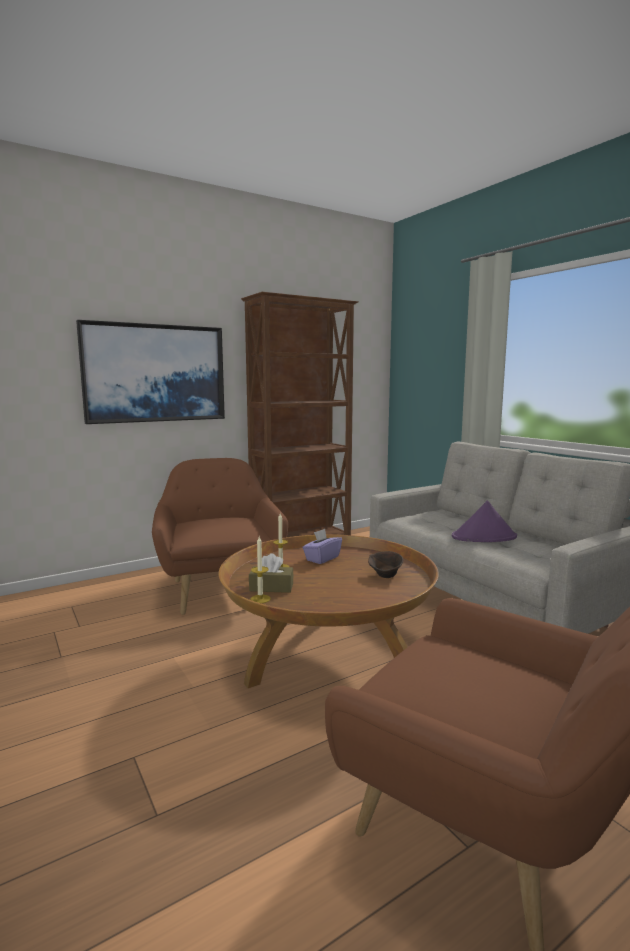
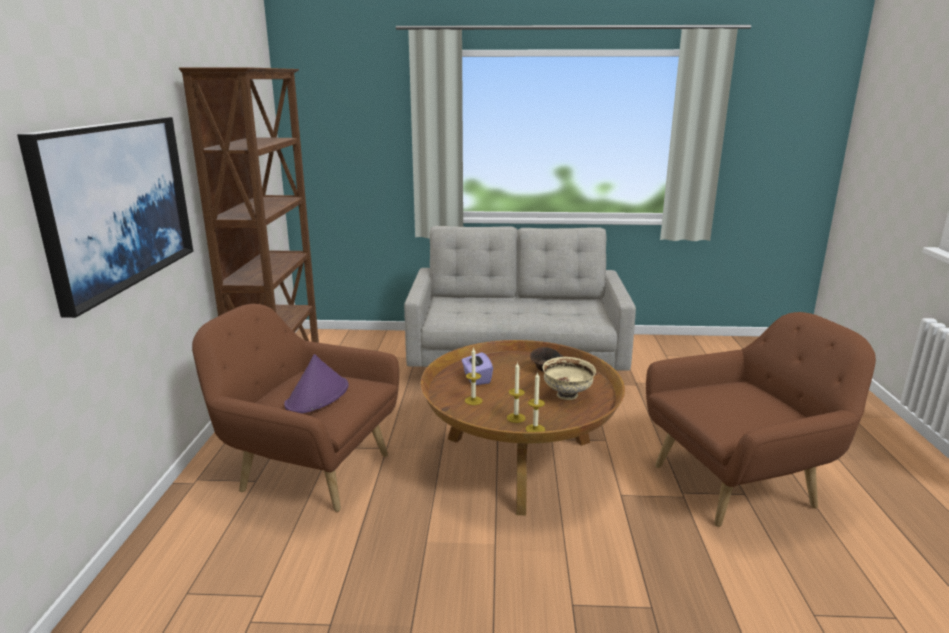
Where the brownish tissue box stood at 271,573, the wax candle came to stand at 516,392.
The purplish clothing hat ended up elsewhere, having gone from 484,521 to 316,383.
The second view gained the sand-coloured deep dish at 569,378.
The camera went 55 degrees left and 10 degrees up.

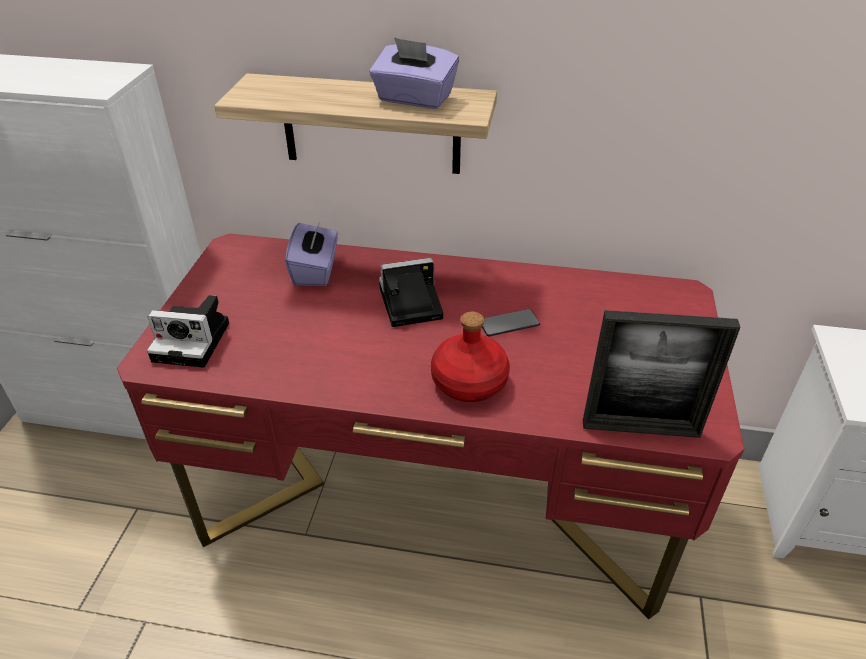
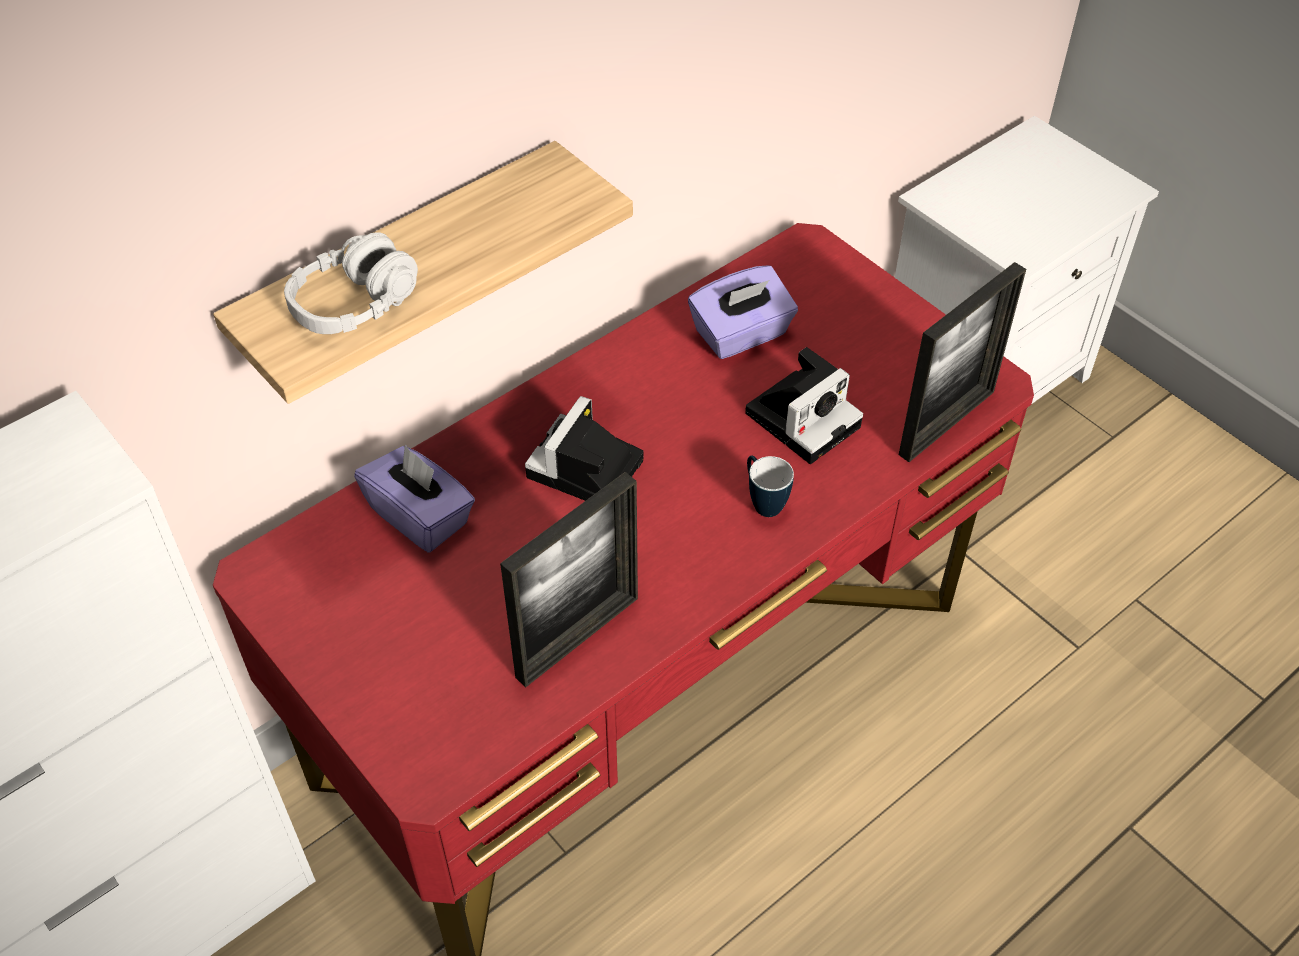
The still camera ended up elsewhere, having gone from 188,331 to 804,405.
The purplish tissue box ended up elsewhere, having gone from 414,73 to 743,312.
Where the red drink bottle stood at 470,357, the tea mug came to stand at 770,486.
The second view lost the telephone at 511,322.
The second view gained the greyish headphones at 351,283.
The second view gained the photo frame at 569,579.
The camera went 50 degrees left and 10 degrees up.

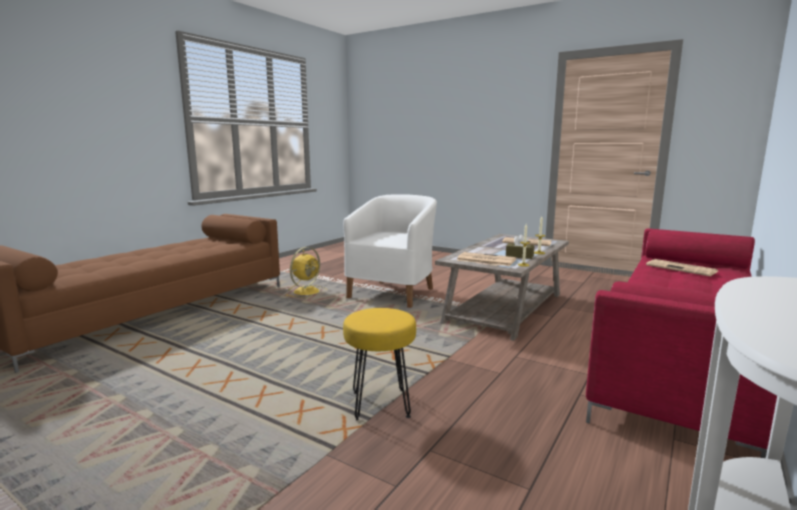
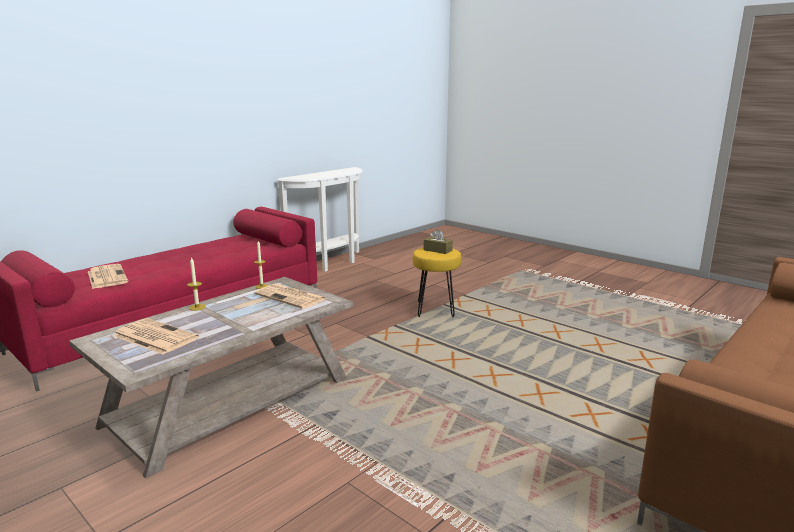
The second view lost the yellowish electric fan at 305,272.
The second view lost the whitish lounge chair at 390,251.
The brownish tissue box ended up elsewhere, having gone from 520,247 to 438,241.
The camera went 170 degrees left and 5 degrees up.

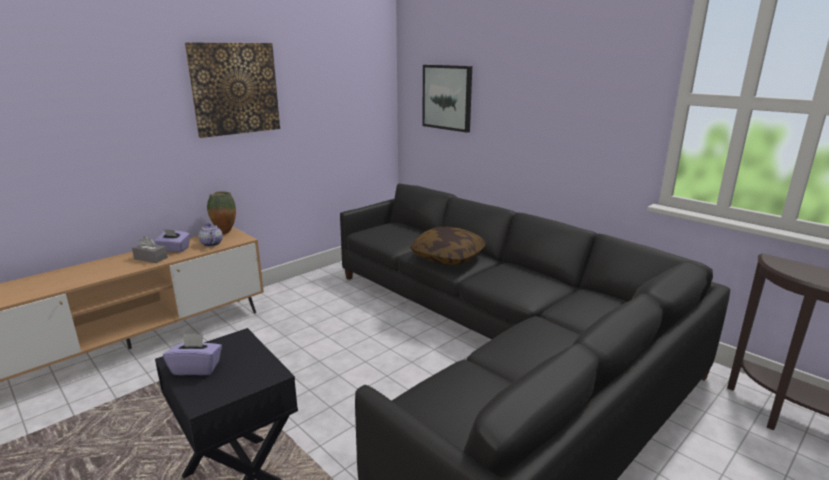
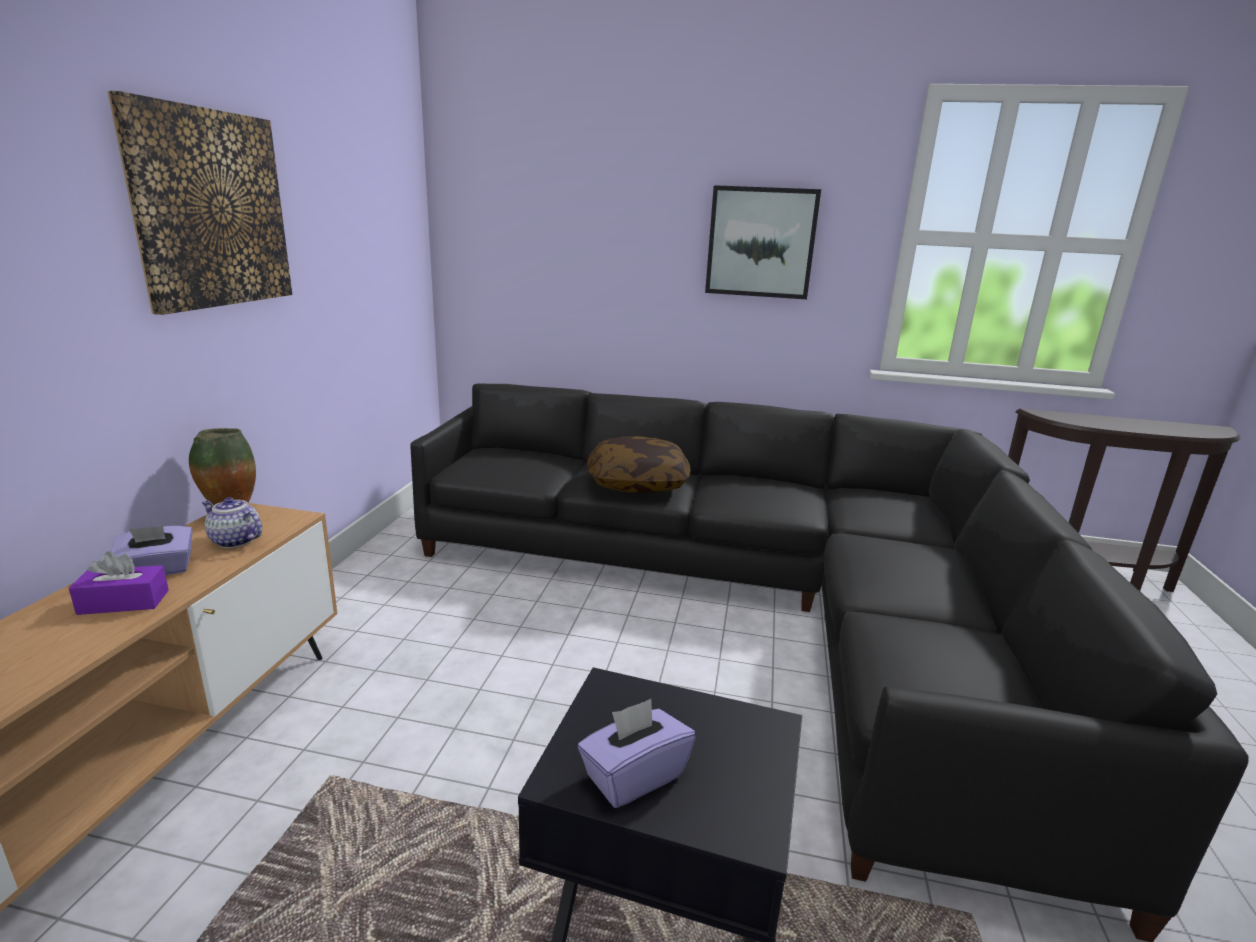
What was the greyish tissue box at 150,249 turned into the purplish tissue box at 119,583.
The wall art ended up elsewhere, having gone from 447,99 to 763,242.
The camera went 35 degrees left and 0 degrees up.

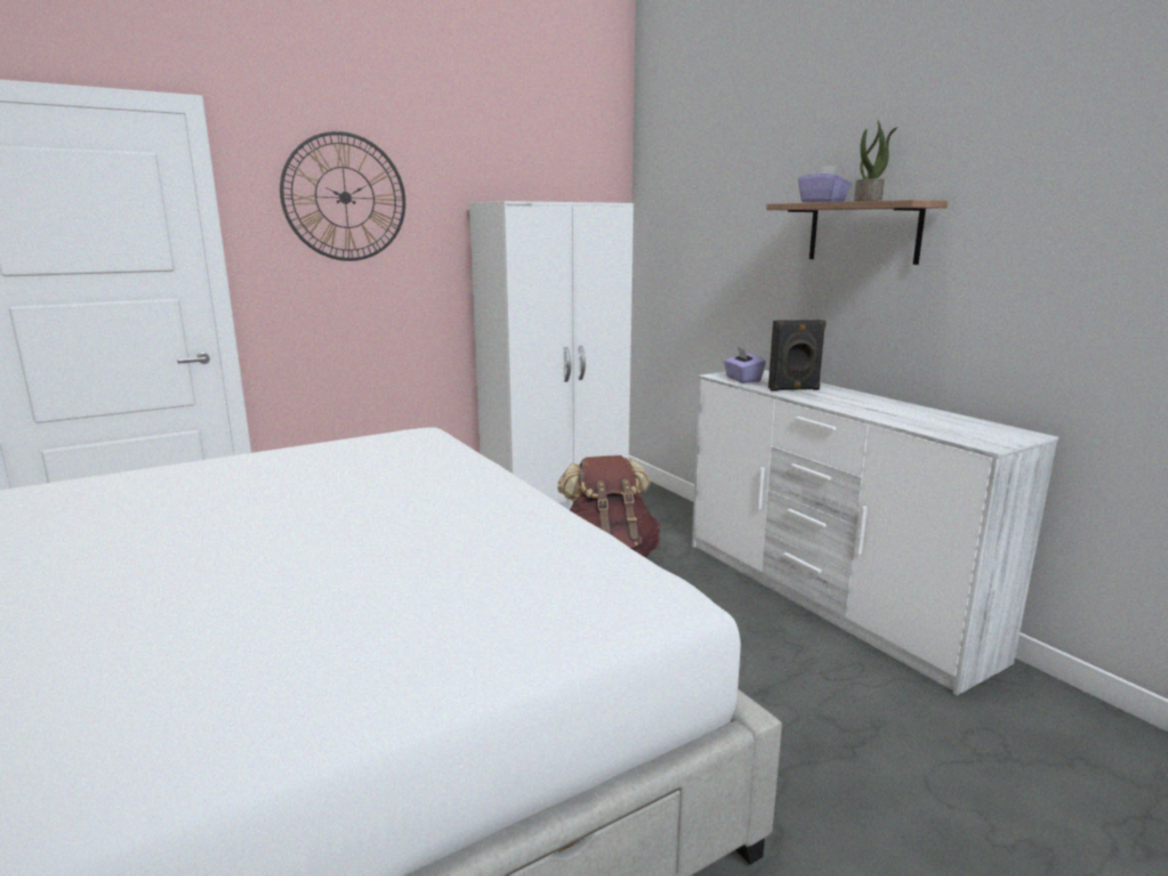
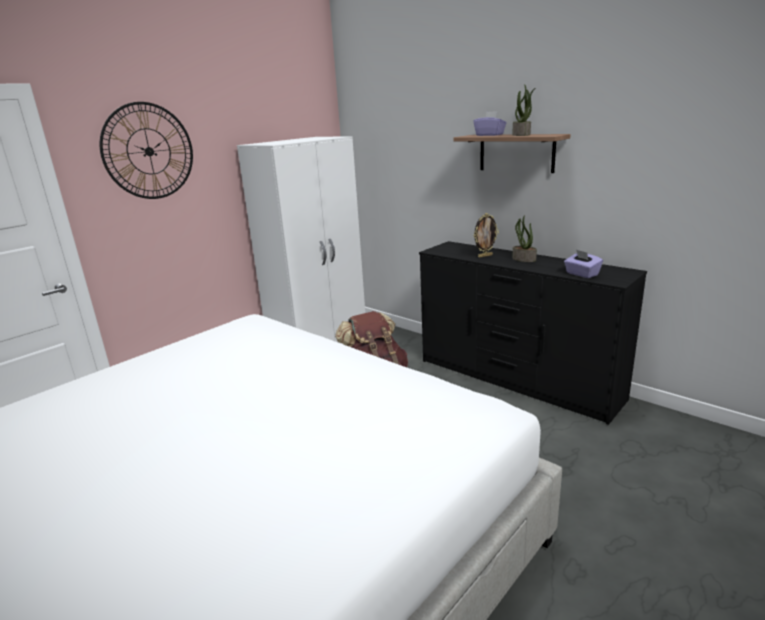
What was the whitish chest of drawers at 875,533 turned into the black-coloured chest of drawers at 533,333.
The purplish tissue box ended up elsewhere, having gone from 744,365 to 583,264.
Where the black-coloured speaker stood at 797,355, the photo frame came to stand at 486,235.
The second view gained the houseplant at 524,238.
The camera went 15 degrees left and 5 degrees up.

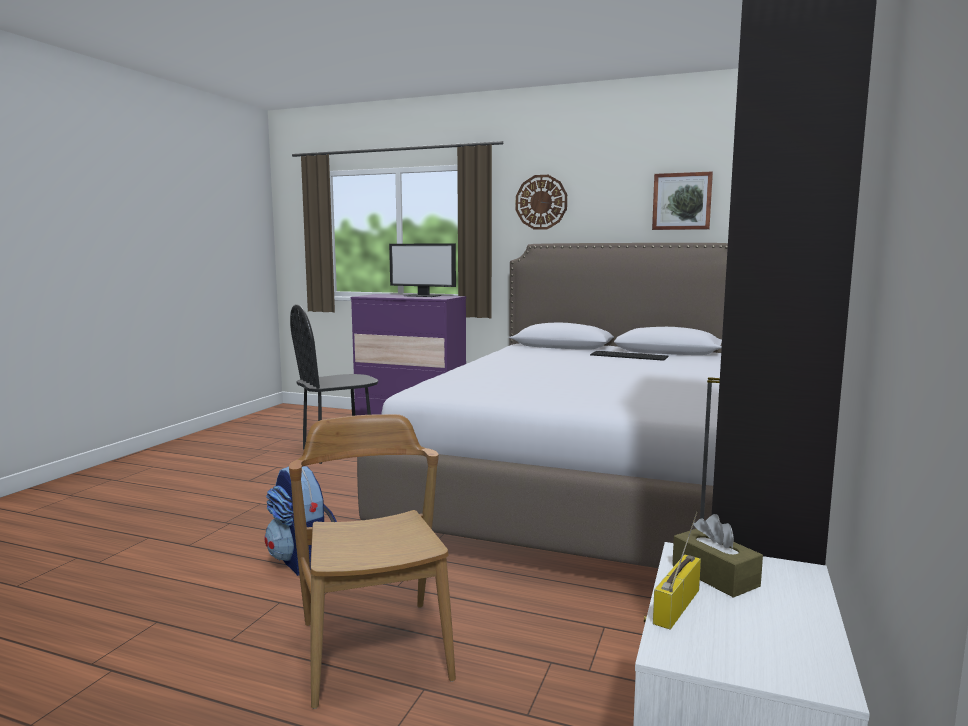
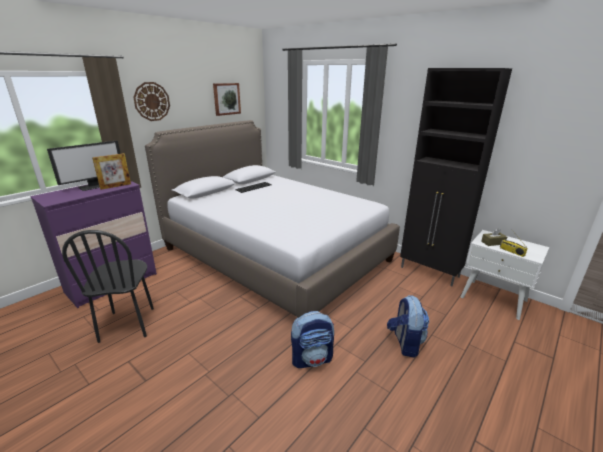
Where the brownish plain chair stood at 372,561, the rucksack came to stand at 408,326.
The second view gained the photo frame at 111,171.
The camera went 70 degrees left and 15 degrees up.

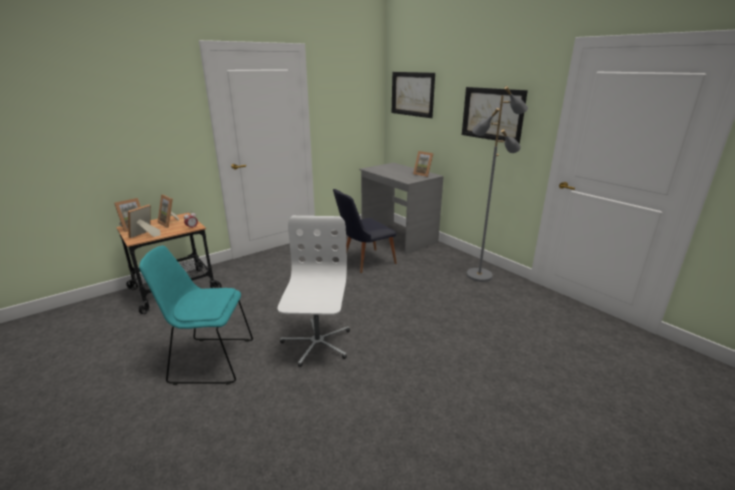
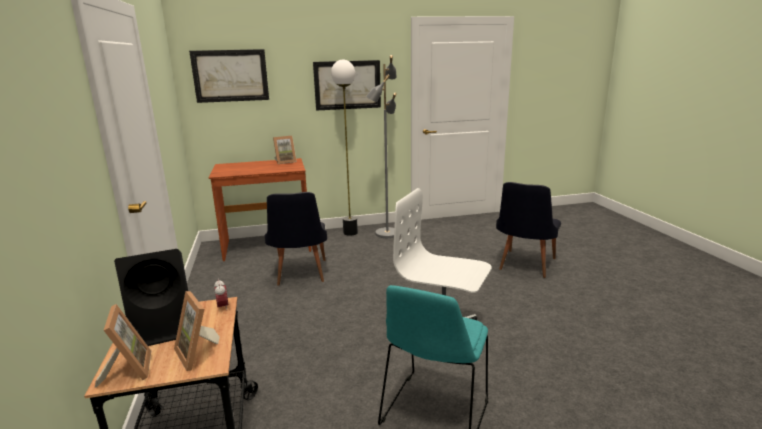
Where the photo frame stood at 168,211, the black-coloured speaker came to stand at 151,297.
What was the greyish desk unit at 401,208 turned into the brownish desk unit at 260,209.
The second view gained the standing lamp at 344,148.
The second view gained the black-coloured plain chair at 528,230.
The camera went 65 degrees left and 5 degrees down.

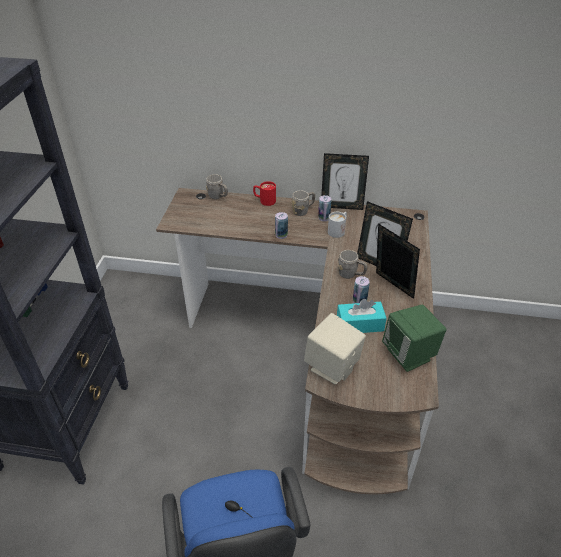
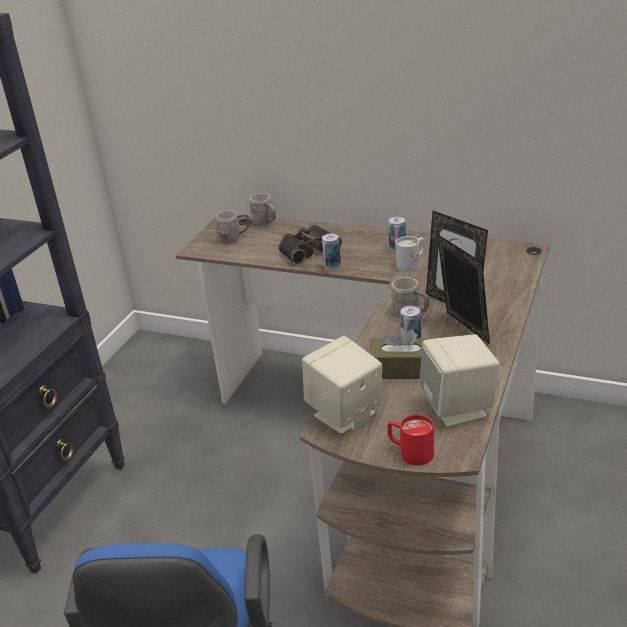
The red tea mug ended up elsewhere, having gone from 264,193 to 410,439.
The greyish tea mug ended up elsewhere, having gone from 303,203 to 232,227.
The second view lost the photo frame at 345,181.
What was the turquoise-coloured tissue box at 362,316 turned into the brownish tissue box at 400,353.
What was the greenish speaker at 414,338 turned into the sand-coloured speaker at 459,380.
The second view gained the field glasses at 310,245.
The camera went 15 degrees right and 10 degrees down.

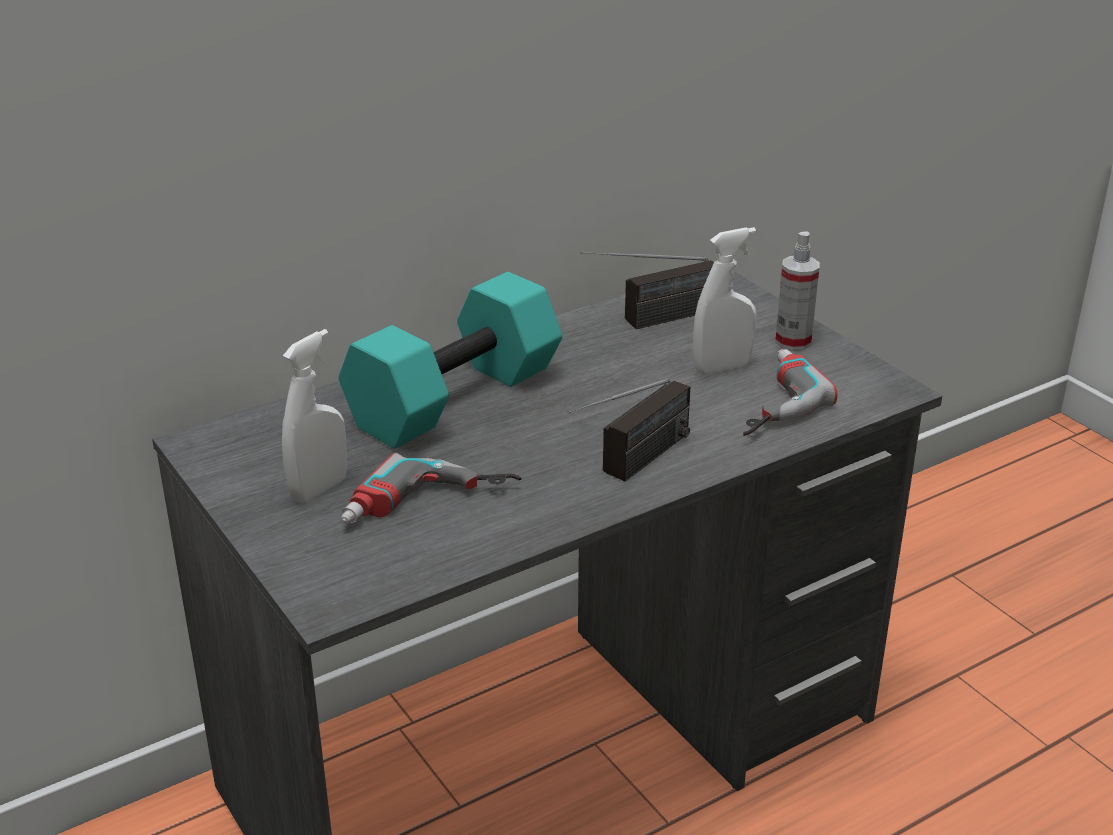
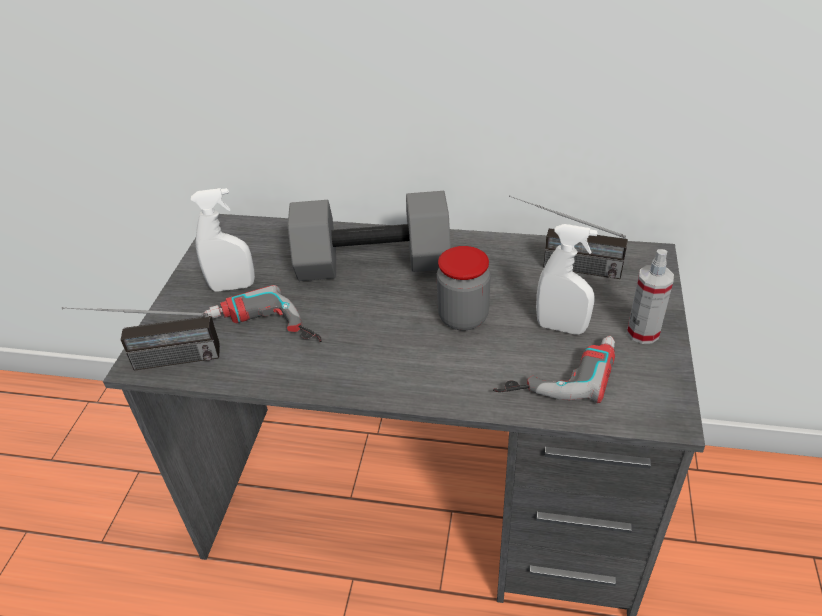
What was the turquoise-coloured free weight at 450,360 turned into the greyish free weight at 369,236.
The radio receiver ended up elsewhere, having gone from 628,430 to 141,339.
The second view gained the preserve jar at 464,288.
The camera went 45 degrees right and 10 degrees up.

